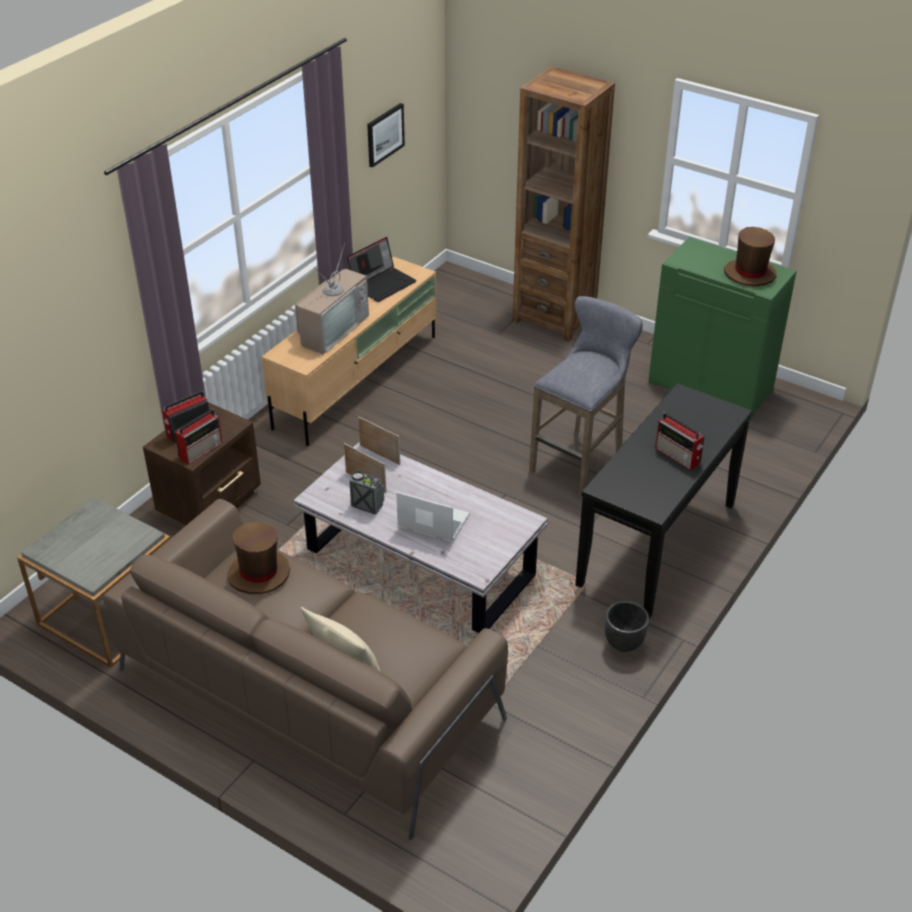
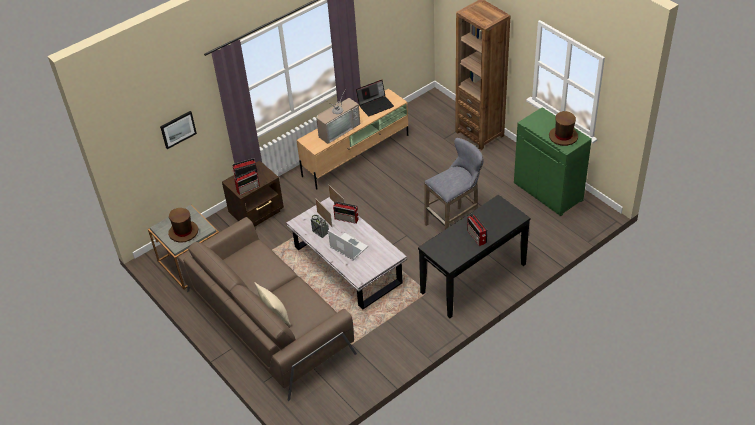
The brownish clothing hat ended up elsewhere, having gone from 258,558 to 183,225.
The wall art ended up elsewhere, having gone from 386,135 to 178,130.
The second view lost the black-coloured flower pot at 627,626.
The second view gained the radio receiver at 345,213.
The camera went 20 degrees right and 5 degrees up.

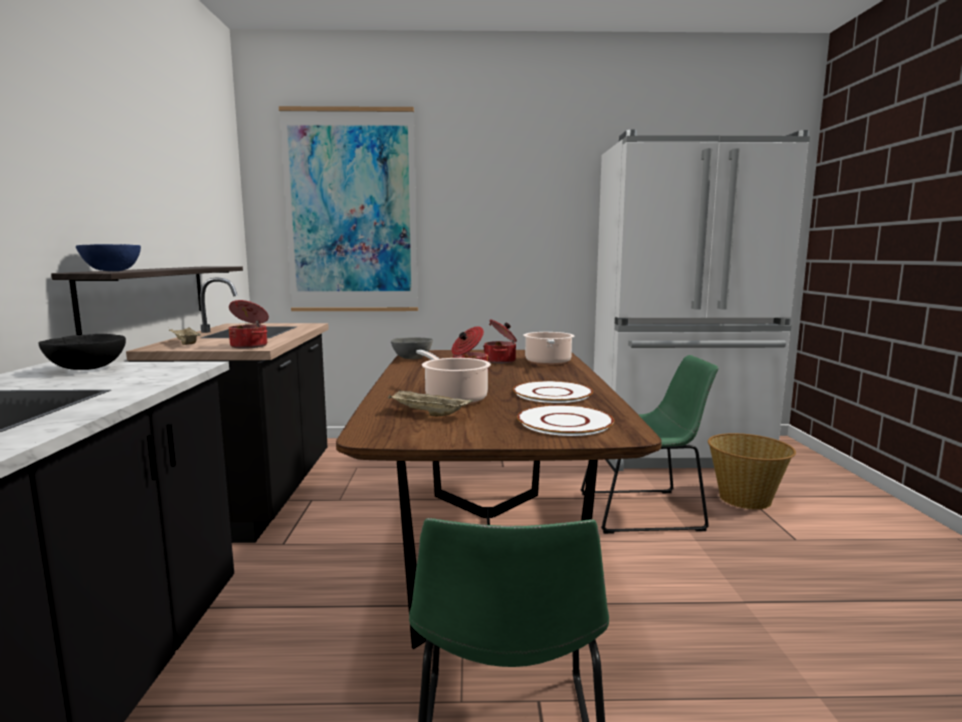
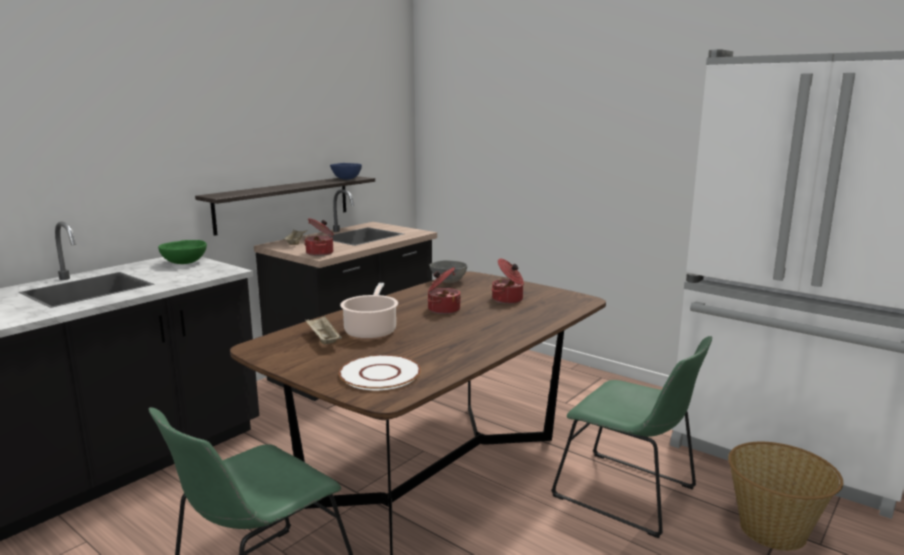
What was the black-coloured deep dish at 82,352 turned into the greenish deep dish at 182,252.
The blue-coloured deep dish ended up elsewhere, having gone from 108,257 to 346,171.
The second view lost the wall art at 348,208.
The second view lost the whitish flat dish at 553,392.
The second view lost the cooking pot at 548,348.
The camera went 40 degrees right and 5 degrees up.

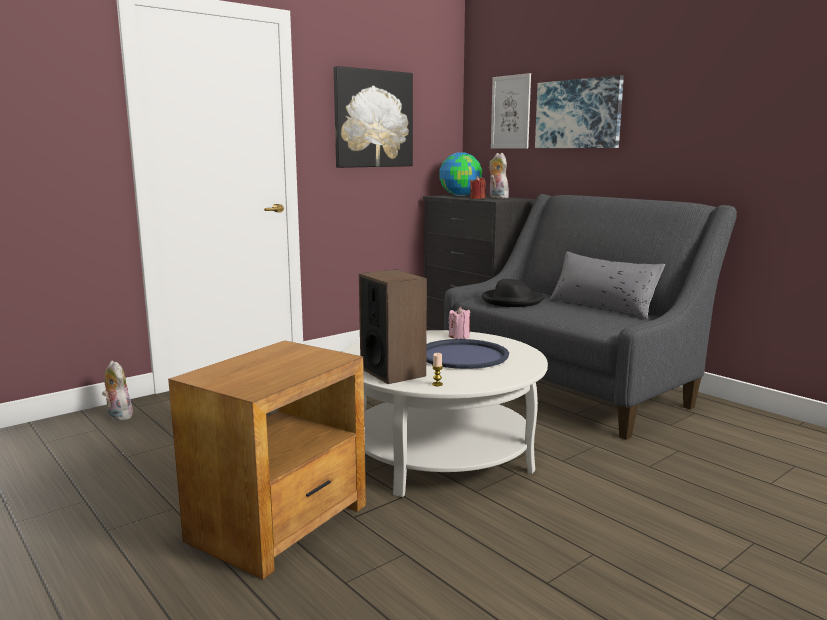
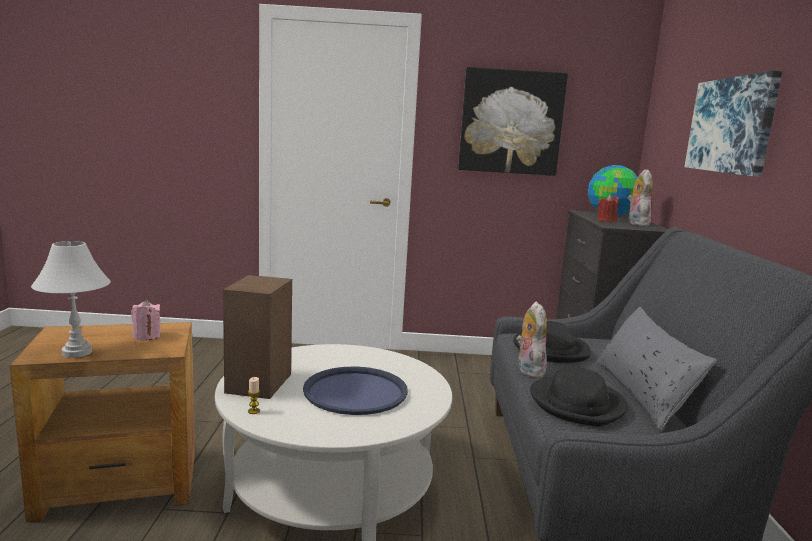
The soft toy ended up elsewhere, having gone from 117,390 to 531,340.
The pink wax candle ended up elsewhere, having gone from 459,323 to 146,320.
The second view lost the wall art at 511,111.
The second view gained the whitish table lamp at 71,299.
The second view gained the black-coloured clothing hat at 579,397.
The camera went 40 degrees right and 0 degrees up.

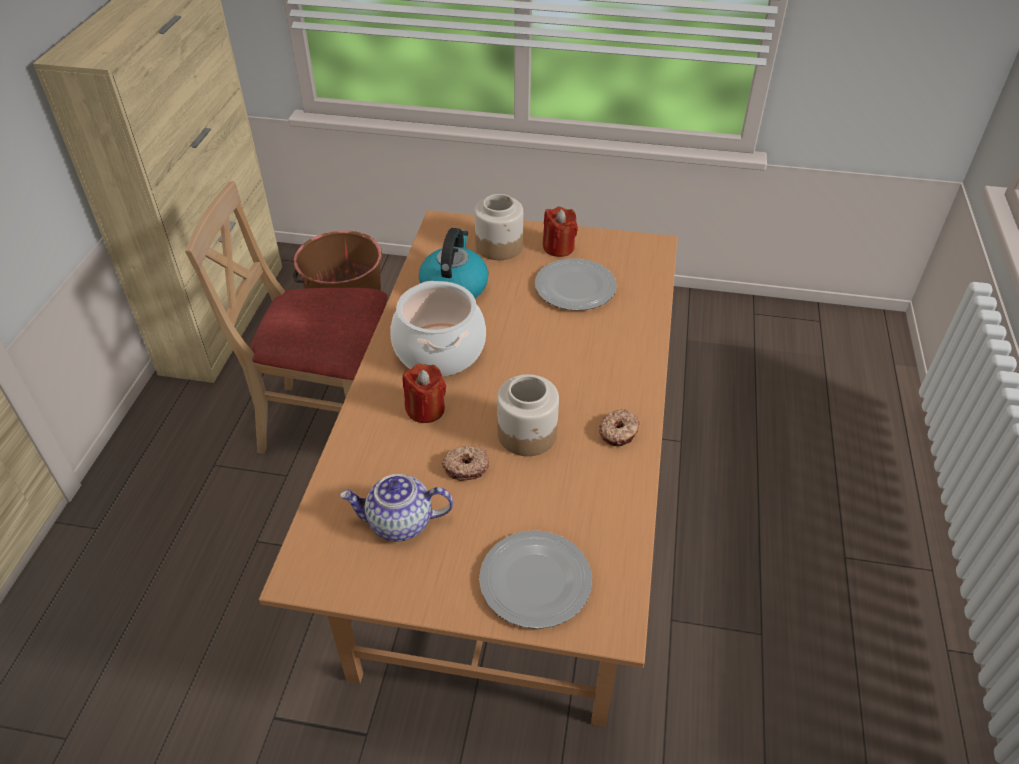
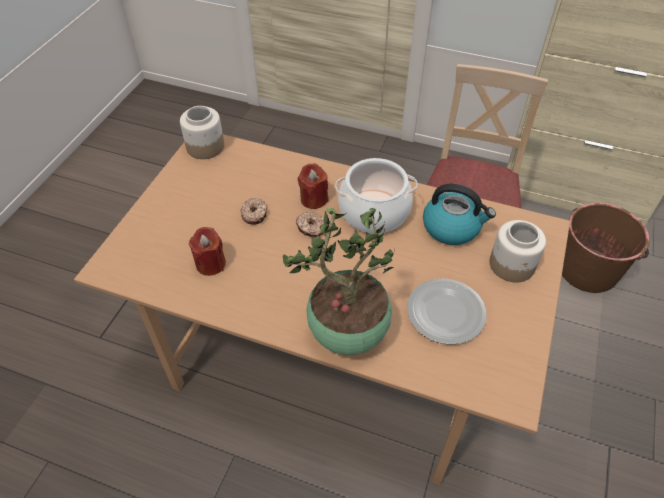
The second view lost the tea pot at 396,508.
The second view lost the flat dish at 535,579.
The preserve jar ended up elsewhere, having gone from 528,415 to 202,132.
The red wax candle ended up elsewhere, having gone from 560,231 to 207,251.
The donut ended up elsewhere, having gone from 619,427 to 310,224.
The second view gained the houseplant at 339,281.
The camera went 100 degrees right and 5 degrees up.

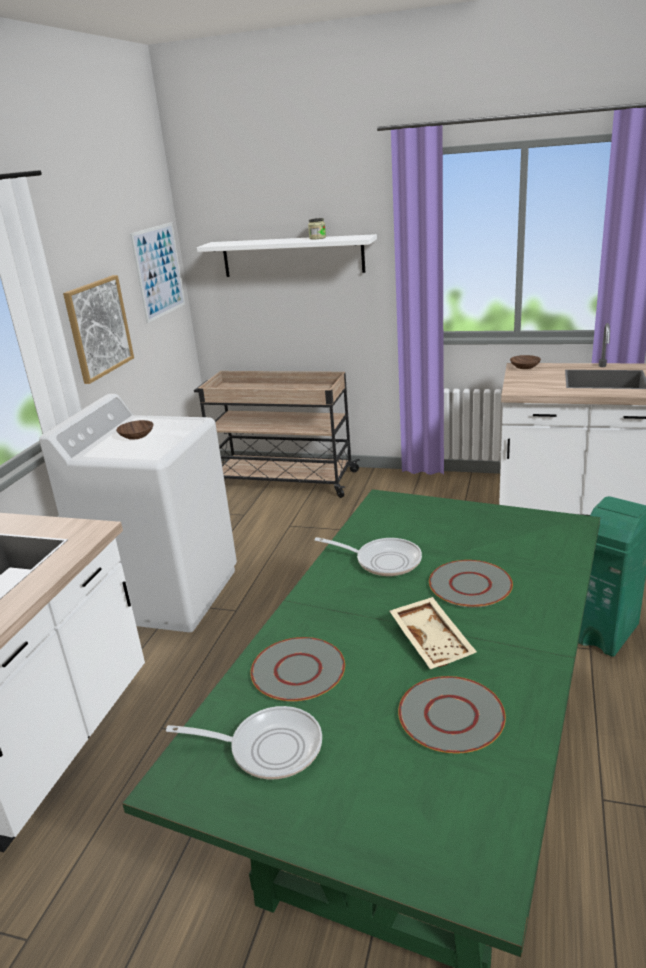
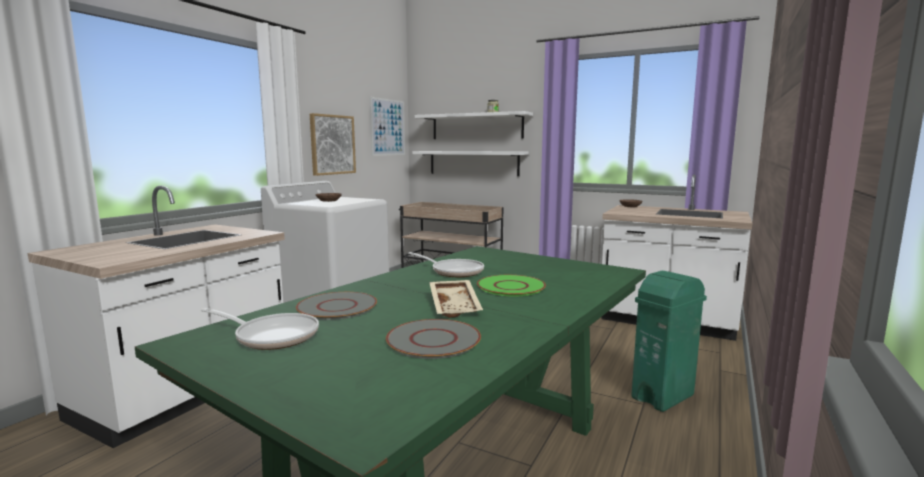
What was the greyish flat dish at 471,584 turned into the greenish flat dish at 511,285.
The second view gained the whitish wall shelf at 470,163.
The camera went 10 degrees right and 15 degrees down.

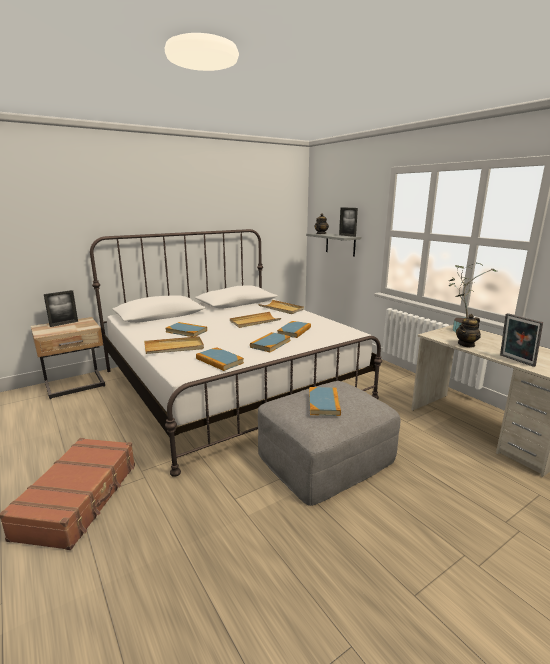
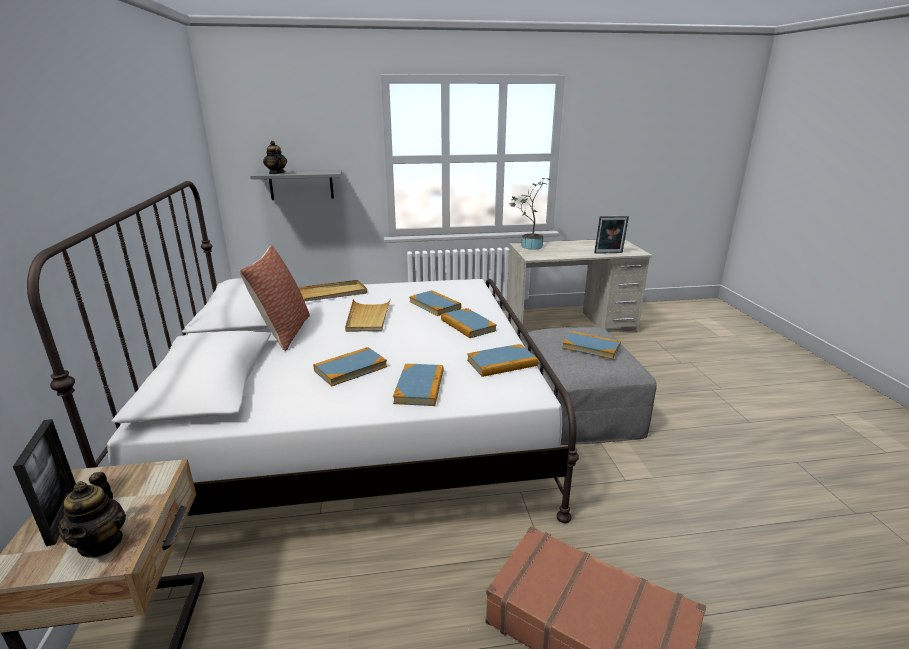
Where the sand-coloured carrying tray stood at 174,345, the bound book came to stand at 418,385.
The second view lost the photo frame at 348,222.
The tea pot ended up elsewhere, having gone from 468,331 to 92,515.
The second view gained the pillow at 274,298.
The camera went 65 degrees left and 5 degrees up.

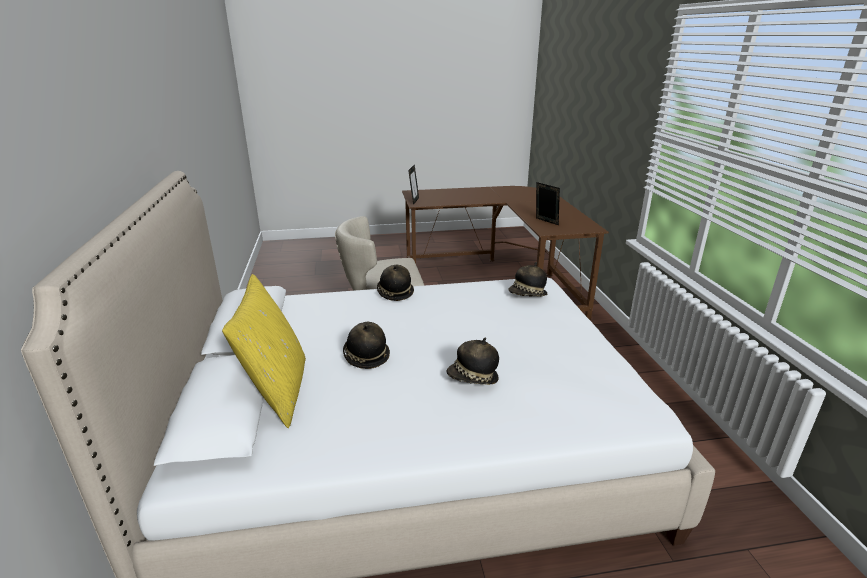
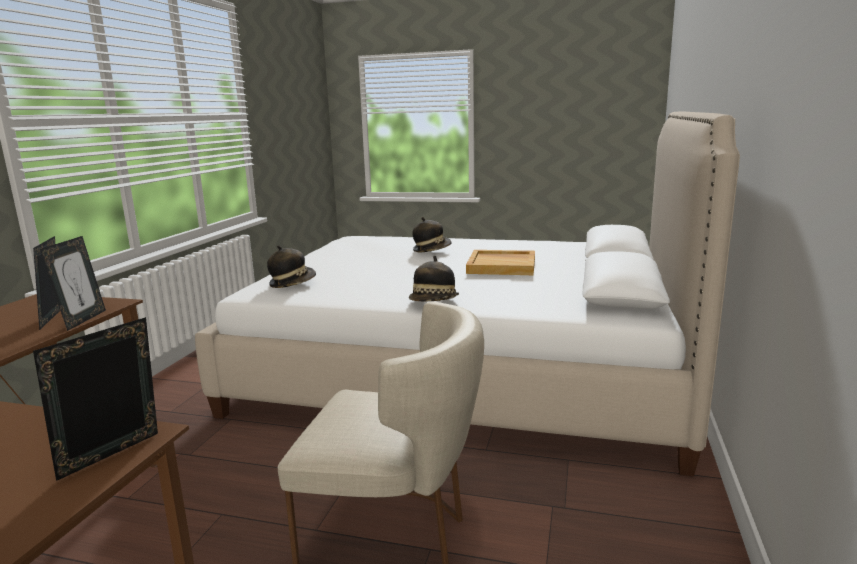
The second view lost the yellowish pillow at 264,351.
Where the clothing hat stood at 366,345, the sand-coloured carrying tray came to stand at 500,262.
The second view gained the photo frame at 73,283.
The camera went 155 degrees left and 10 degrees down.

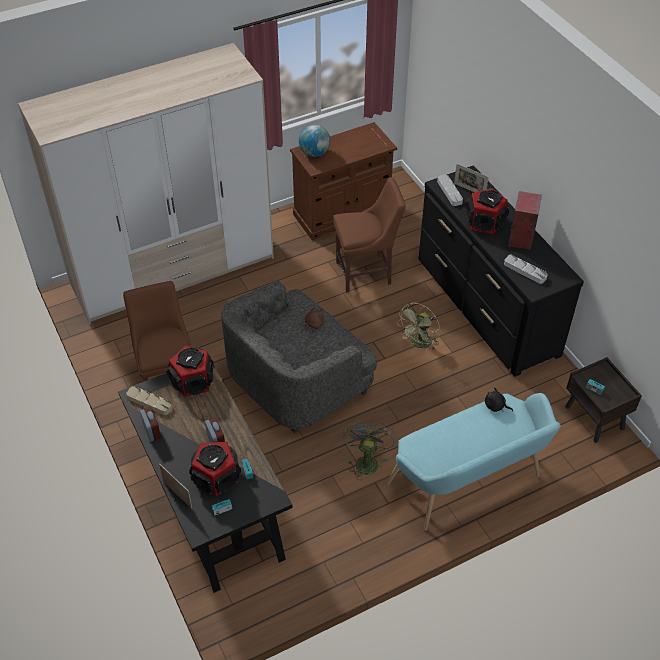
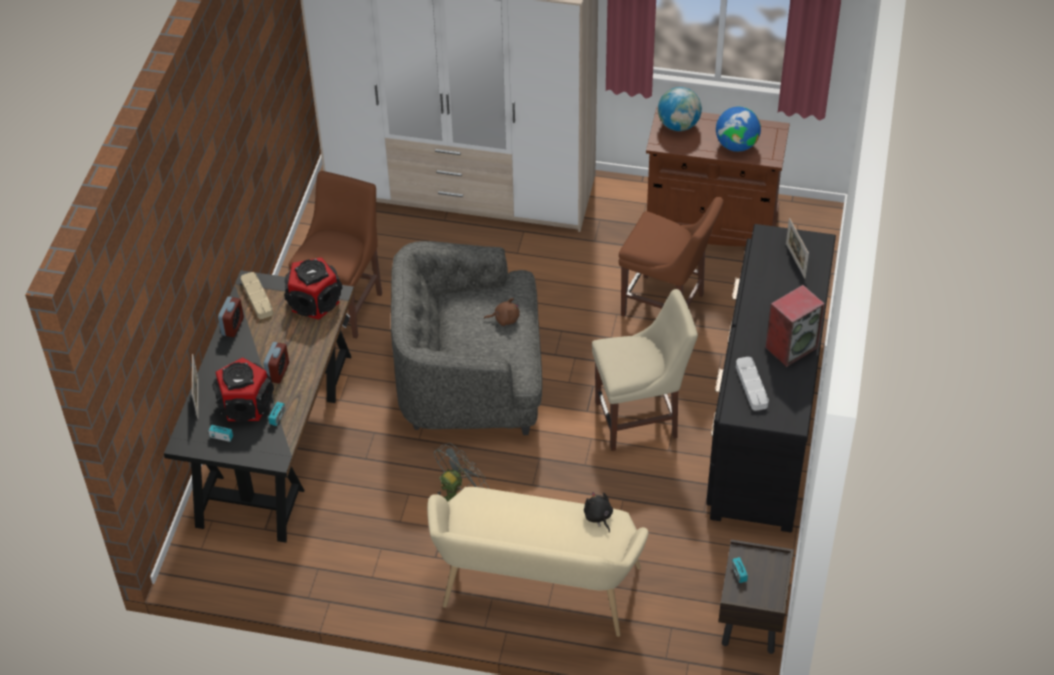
What was the turquoise-coloured long seat at 474,462 turned into the sand-coloured long seat at 538,562.
Where the greenish electric fan stood at 419,326, the sand-coloured plain chair came to stand at 645,370.
The second view lost the greyish carrying tray at 450,190.
The second view lost the speaker at 487,211.
The second view gained the desk globe at 738,129.
The camera went 40 degrees right and 0 degrees up.

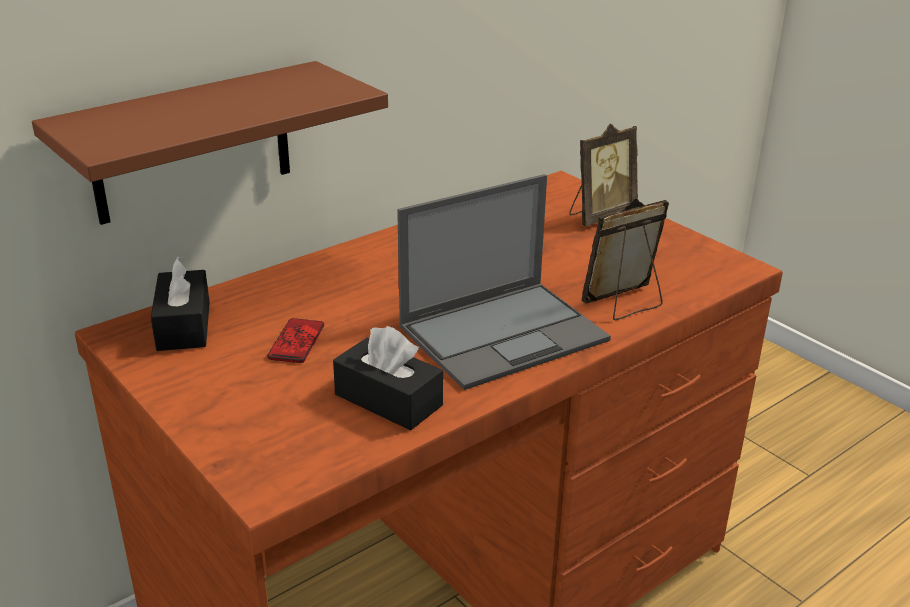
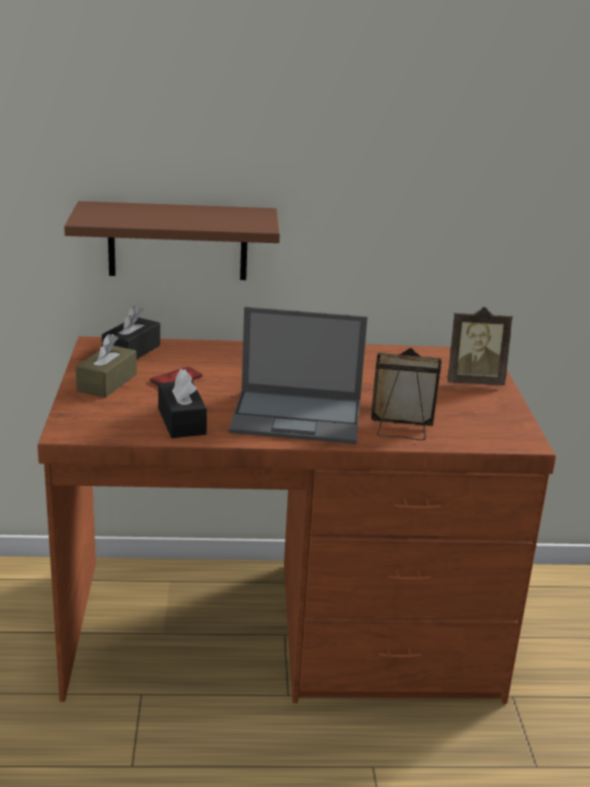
The second view gained the brownish tissue box at 106,366.
The camera went 35 degrees right and 5 degrees down.

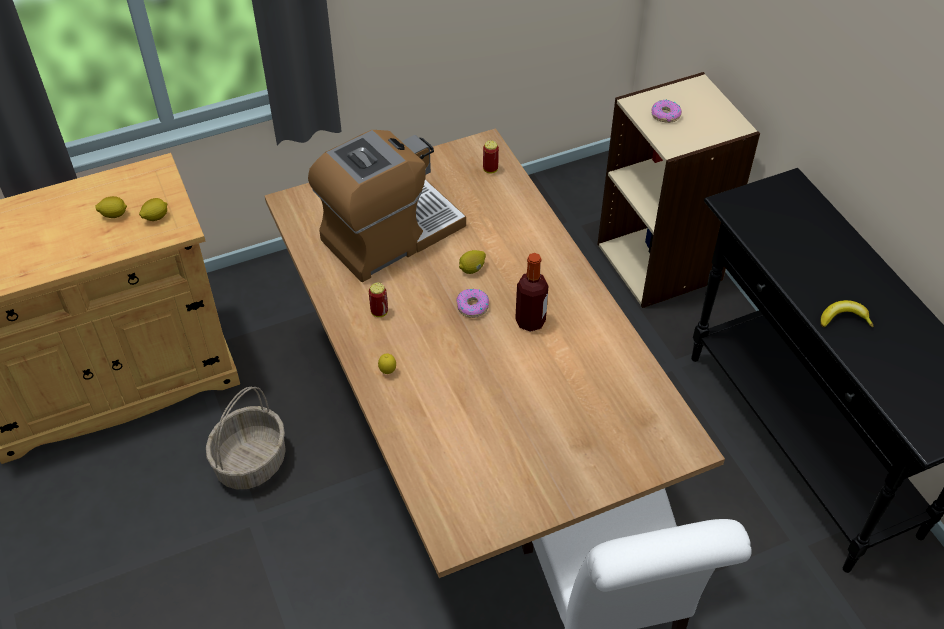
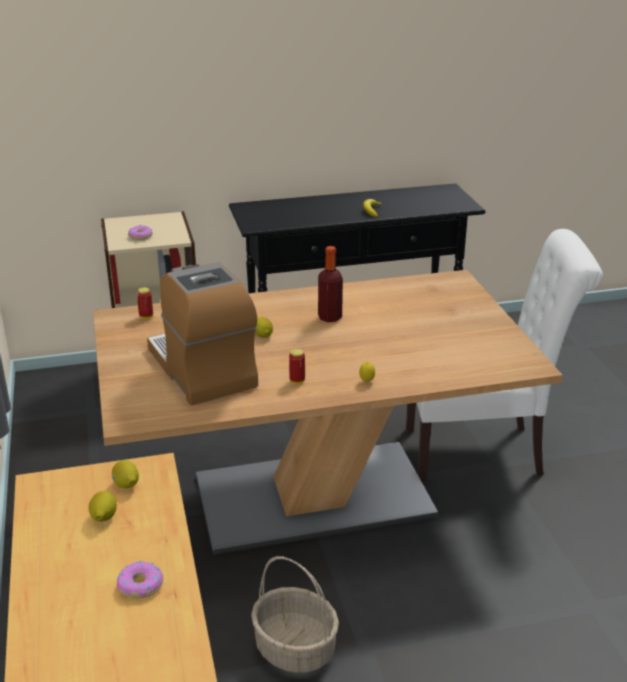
The donut ended up elsewhere, having gone from 472,303 to 140,579.
The camera went 80 degrees left and 20 degrees down.

